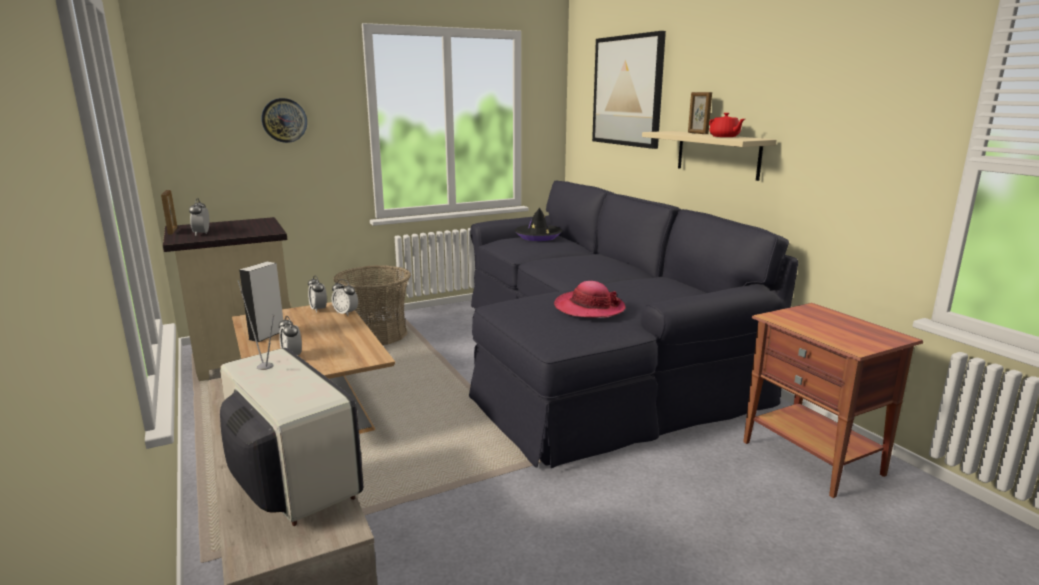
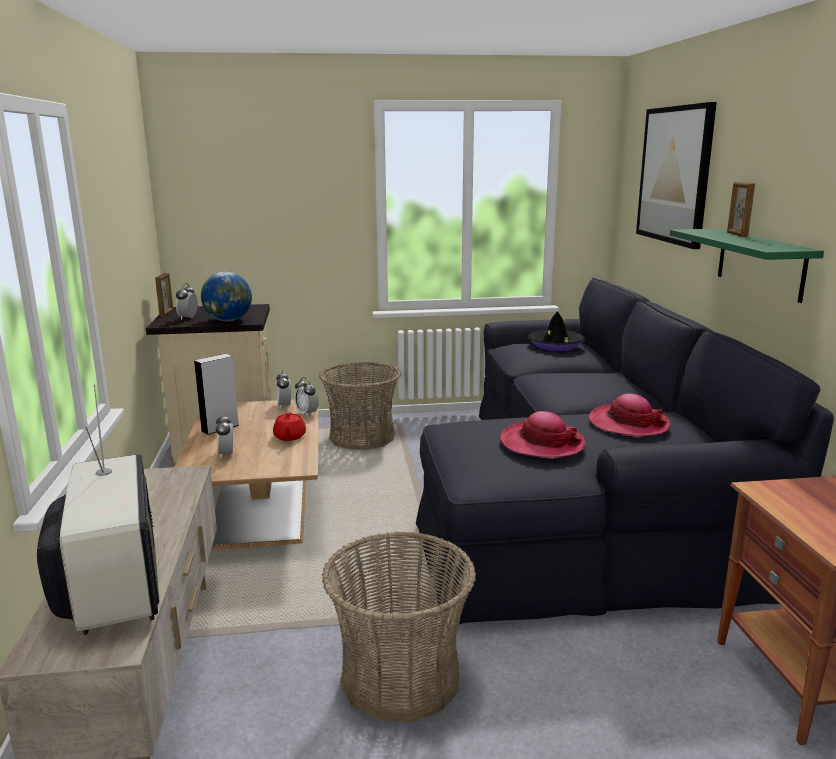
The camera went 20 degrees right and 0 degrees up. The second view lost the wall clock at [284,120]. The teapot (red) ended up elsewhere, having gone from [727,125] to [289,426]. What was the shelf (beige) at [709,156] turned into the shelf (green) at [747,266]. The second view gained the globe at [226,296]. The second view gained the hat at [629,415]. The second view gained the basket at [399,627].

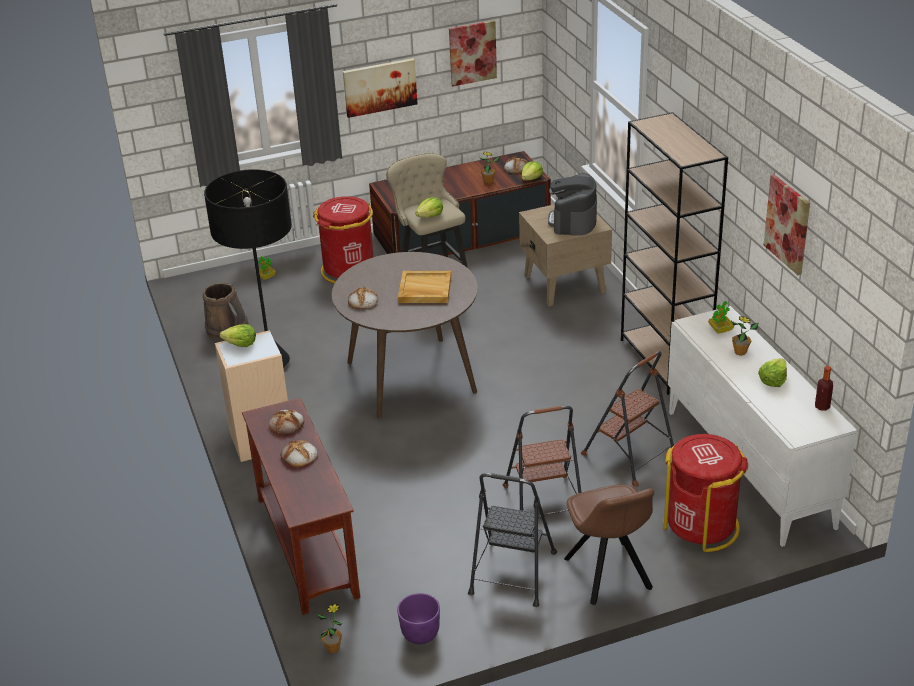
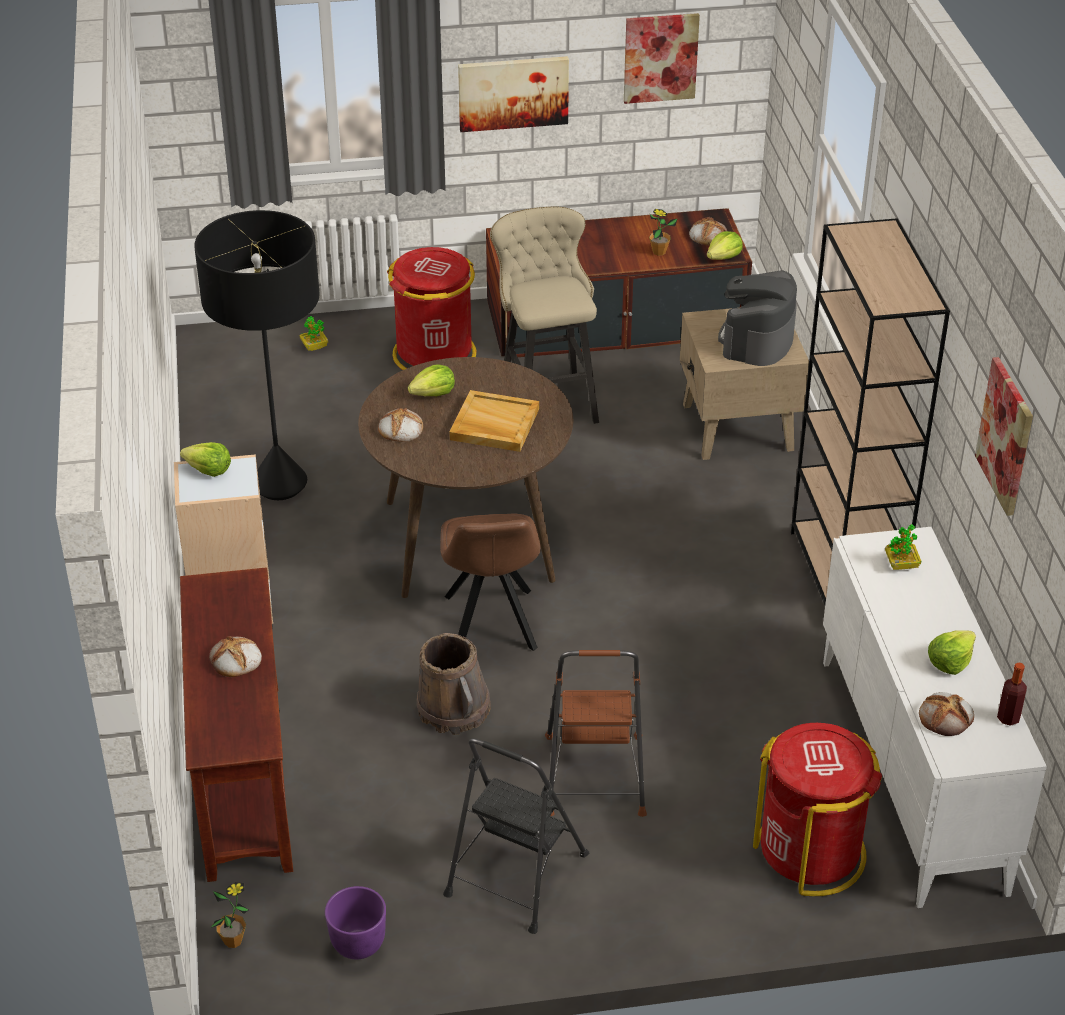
The camera went 10 degrees right and 5 degrees up. The lettuce ended up elsewhere, having gone from [429,207] to [431,380]. The bucket (brown) ended up elsewhere, having gone from [226,312] to [454,684]. The second view lost the potted plant at [744,336]. The second view lost the step ladder (brown) at [627,419]. The bread ended up elsewhere, having gone from [286,422] to [946,714]. The chair (brown) ended up elsewhere, having gone from [609,544] to [490,582].

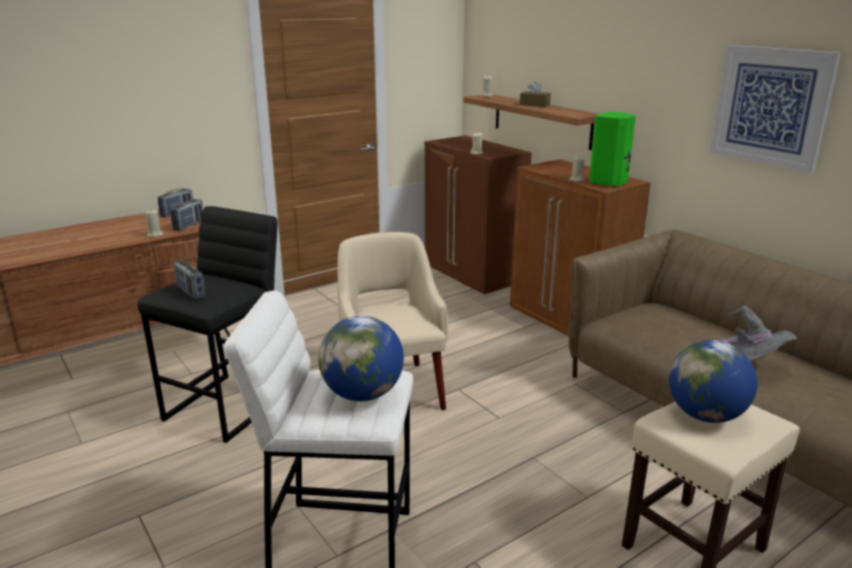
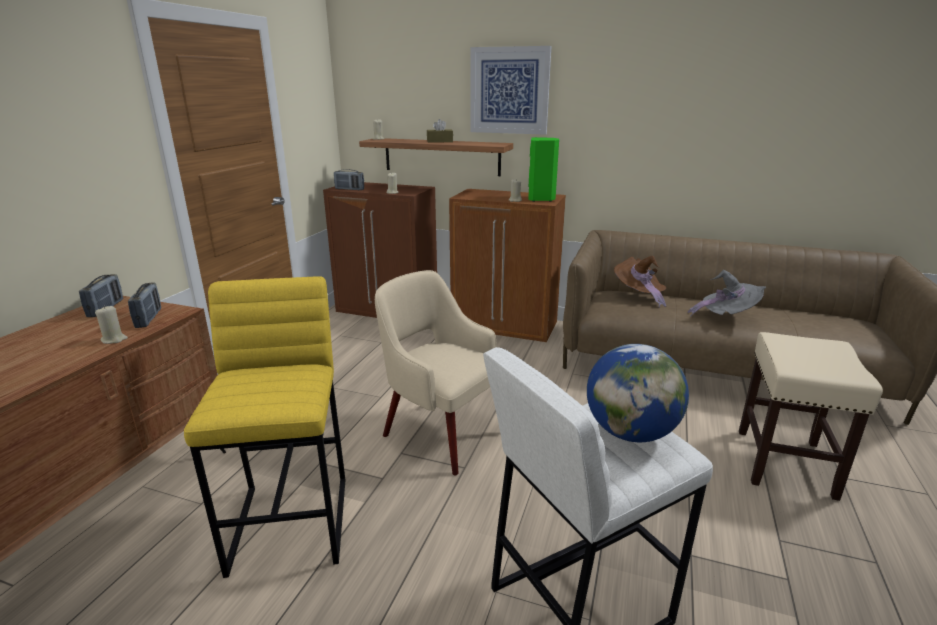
The camera went 35 degrees left and 0 degrees up. The picture ended up elsewhere, having gone from [775,109] to [510,90]. What was the stool (black) at [207,324] turned into the stool (yellow) at [264,427]. The radio ended up elsewhere, having gone from [189,279] to [349,179]. The second view lost the globe at [713,381]. The second view gained the hat (brown) at [640,282].

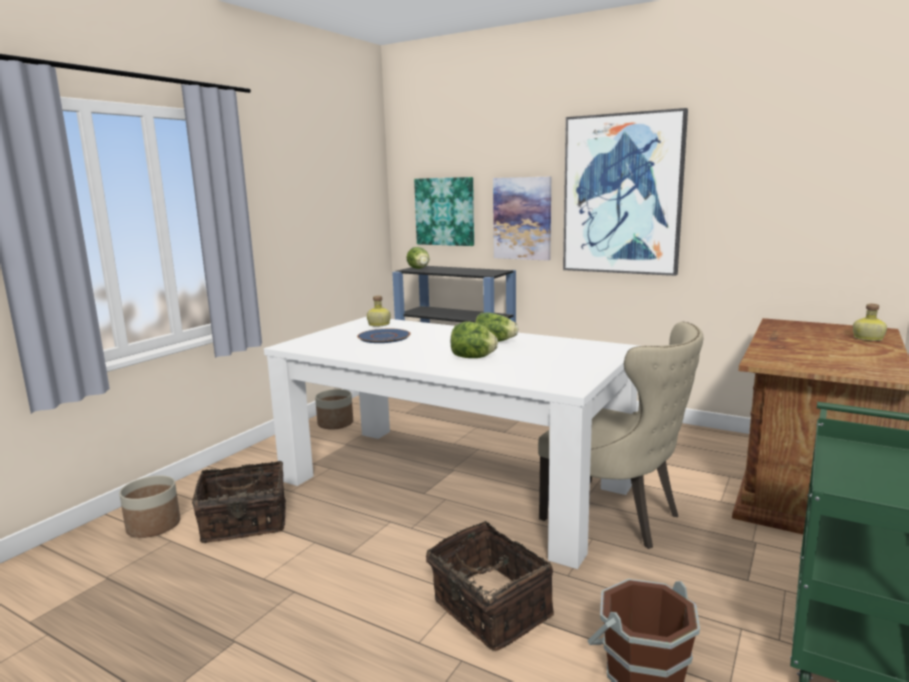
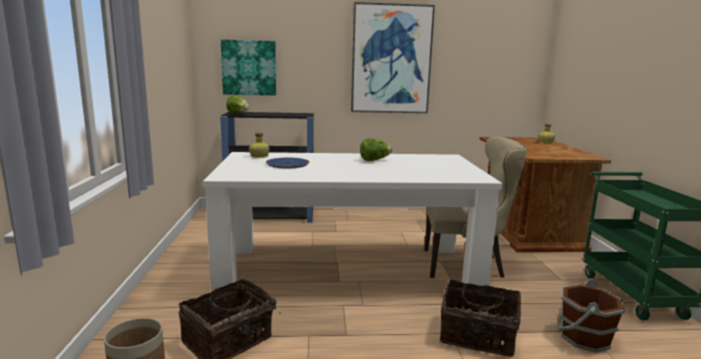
The camera went 35 degrees left and 0 degrees up. The second view lost the picture at [522,218]. The second view lost the lettuce at [474,339]. The second view lost the planter at [334,409].

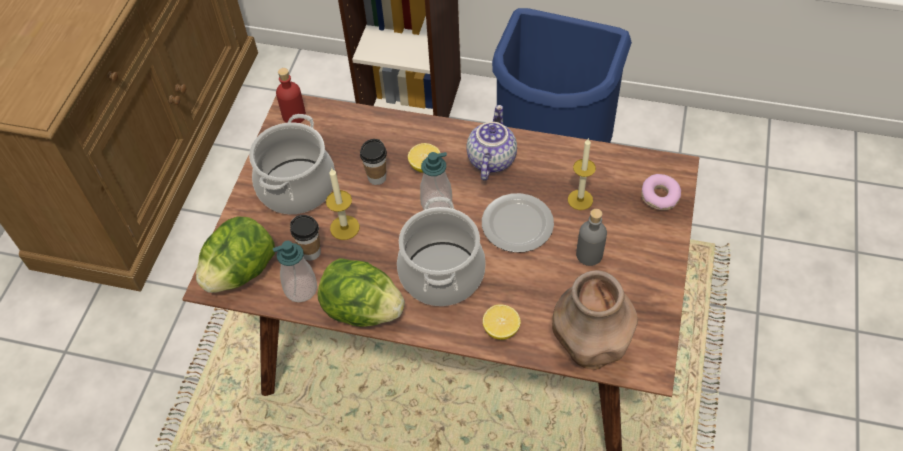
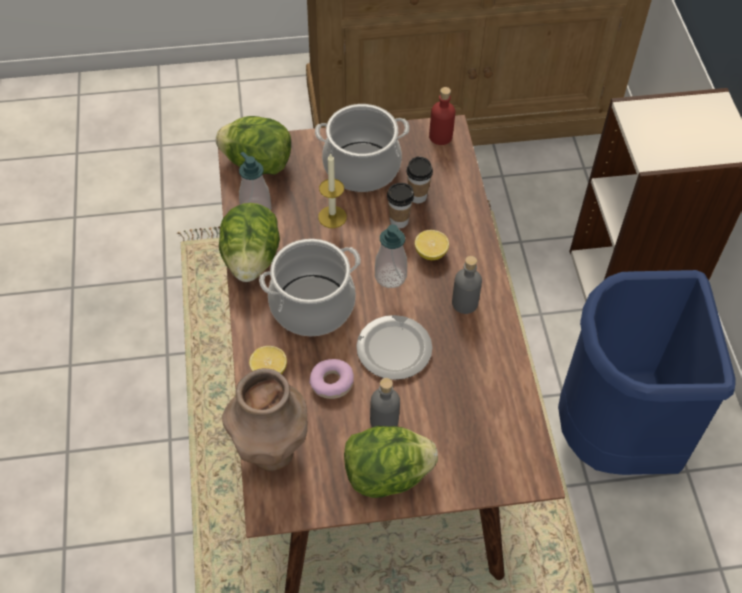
The camera went 65 degrees right and 0 degrees up. Where the teapot stood at [492,142], the bottle (grey) came to stand at [467,285]. The second view lost the candle at [582,174]. The donut ended up elsewhere, having gone from [661,192] to [331,379]. The cup ended up elsewhere, having gone from [305,238] to [419,179]. The second view gained the lettuce at [391,462].

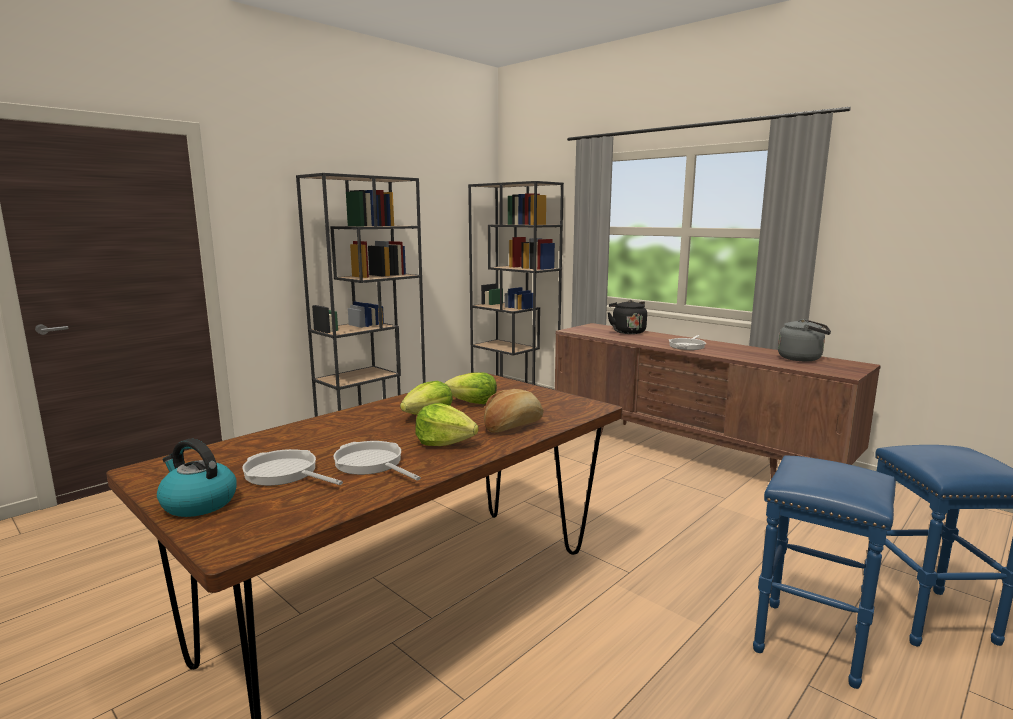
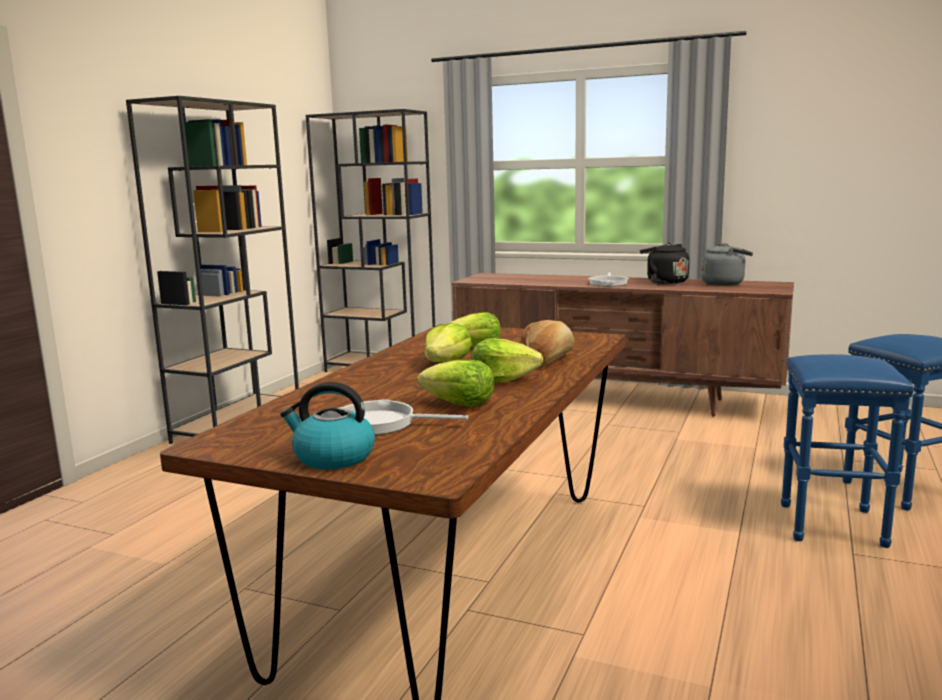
The camera went 20 degrees left and 0 degrees up. The kettle (black) ended up elsewhere, having gone from [627,317] to [664,263]. Where the frying pan stood at [377,461], the lettuce came to stand at [455,383].

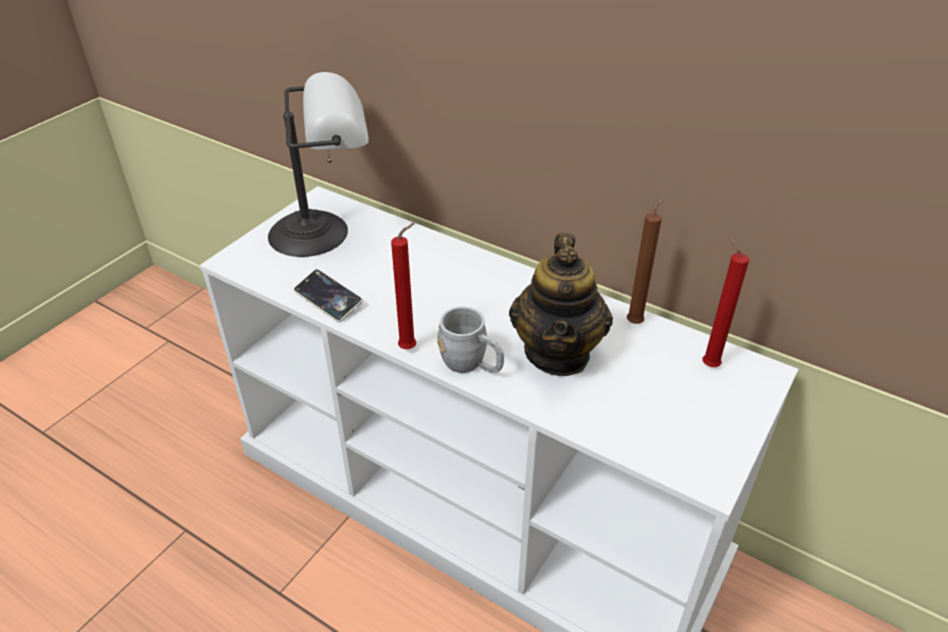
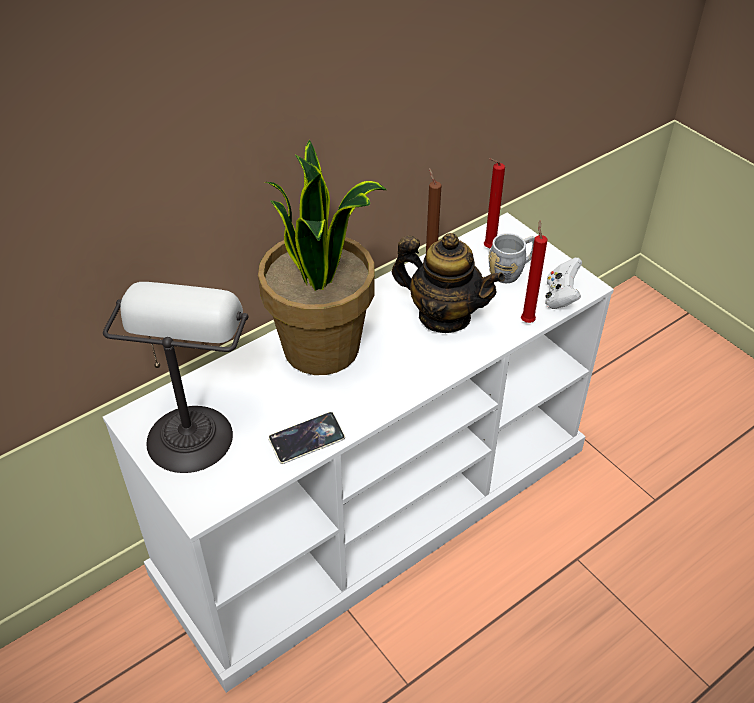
The camera went 70 degrees left and 5 degrees up. The candle (red) ended up elsewhere, having gone from [403,286] to [534,271]. The mug (grey) ended up elsewhere, having gone from [470,339] to [511,258]. The second view gained the potted plant at [322,257]. The second view gained the game controller (white) at [563,283].

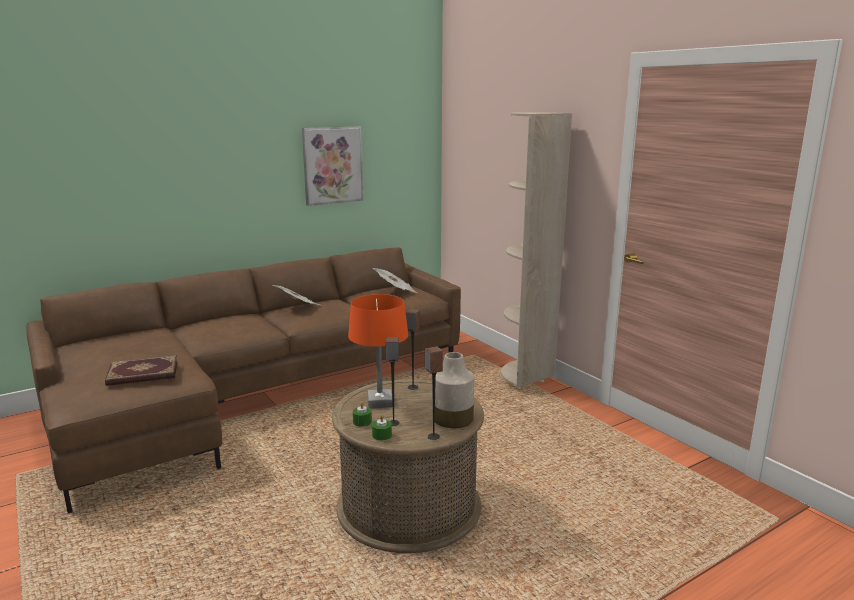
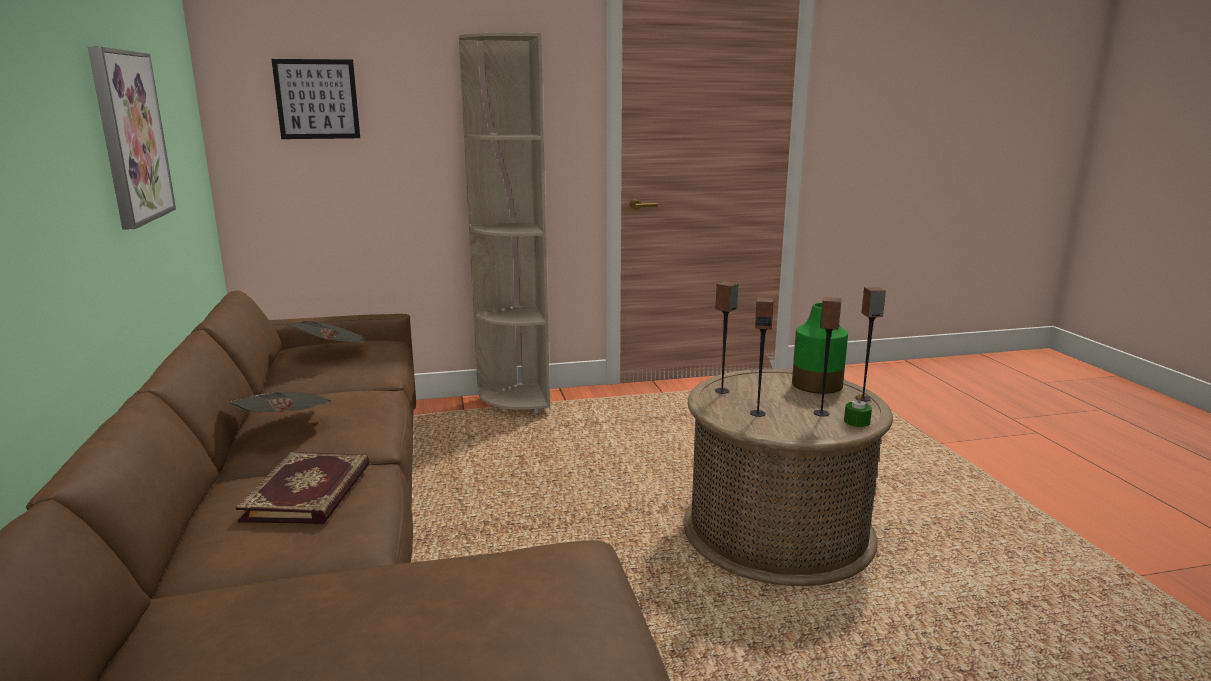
The camera went 70 degrees left and 0 degrees up. Where the table lamp (orange) stood at [378,351], the speaker came to stand at [762,357]. What was the vase (beige) at [454,390] turned into the vase (green) at [820,348]. The book ended up elsewhere, having gone from [141,370] to [303,488]. The second view lost the candle (green) at [362,414]. The second view gained the picture at [315,99].

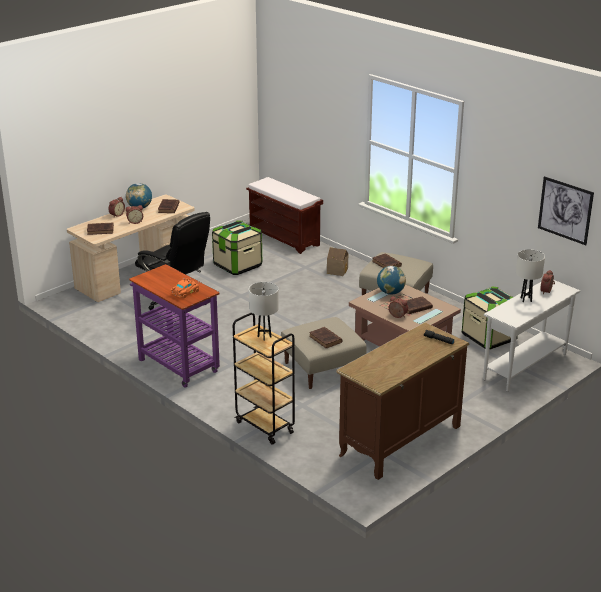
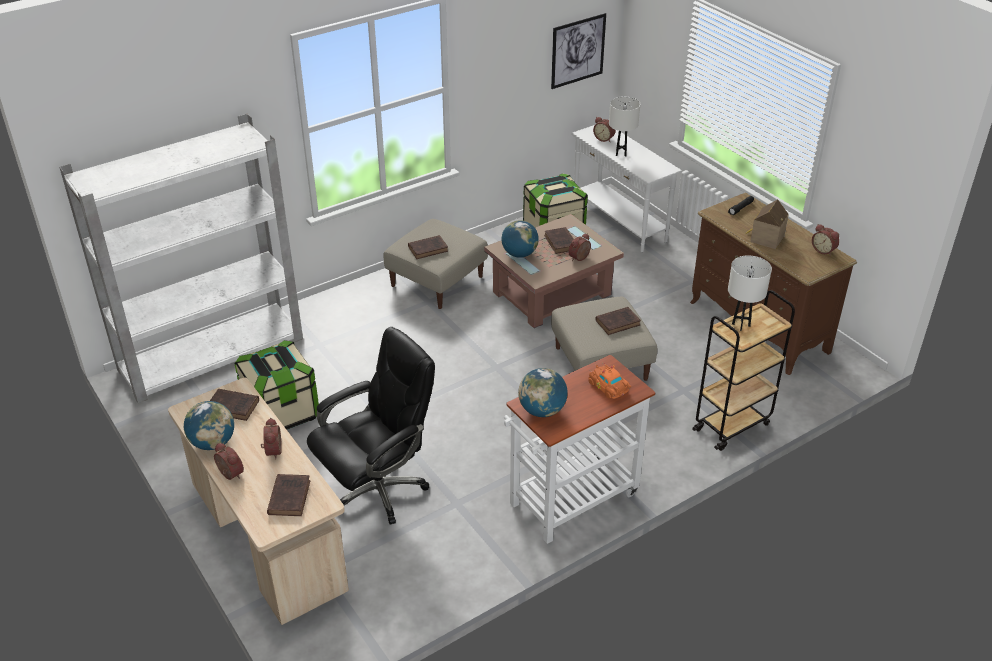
The camera went 80 degrees left and 10 degrees up. Where the bench (brown) stood at [284,215], the bookcase (white) came to stand at [181,258]. The toy house ended up elsewhere, having gone from [337,261] to [767,224]. What was the cart (purple) at [174,326] turned into the cart (white) at [579,449]. The second view gained the alarm clock at [825,240]. The second view gained the globe at [543,392].

